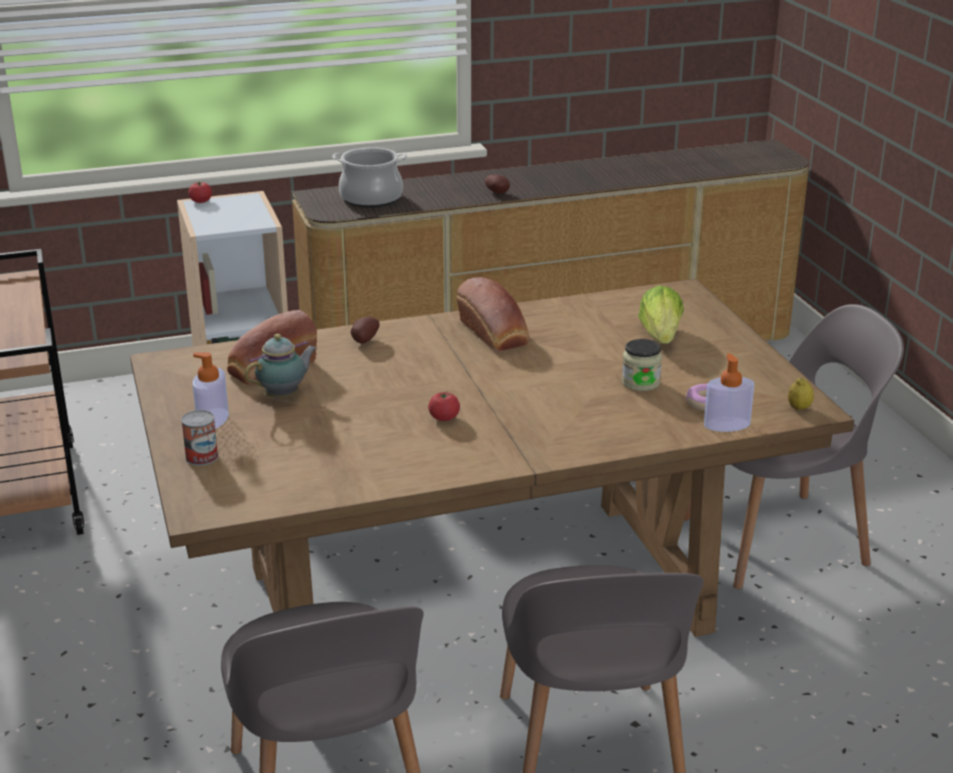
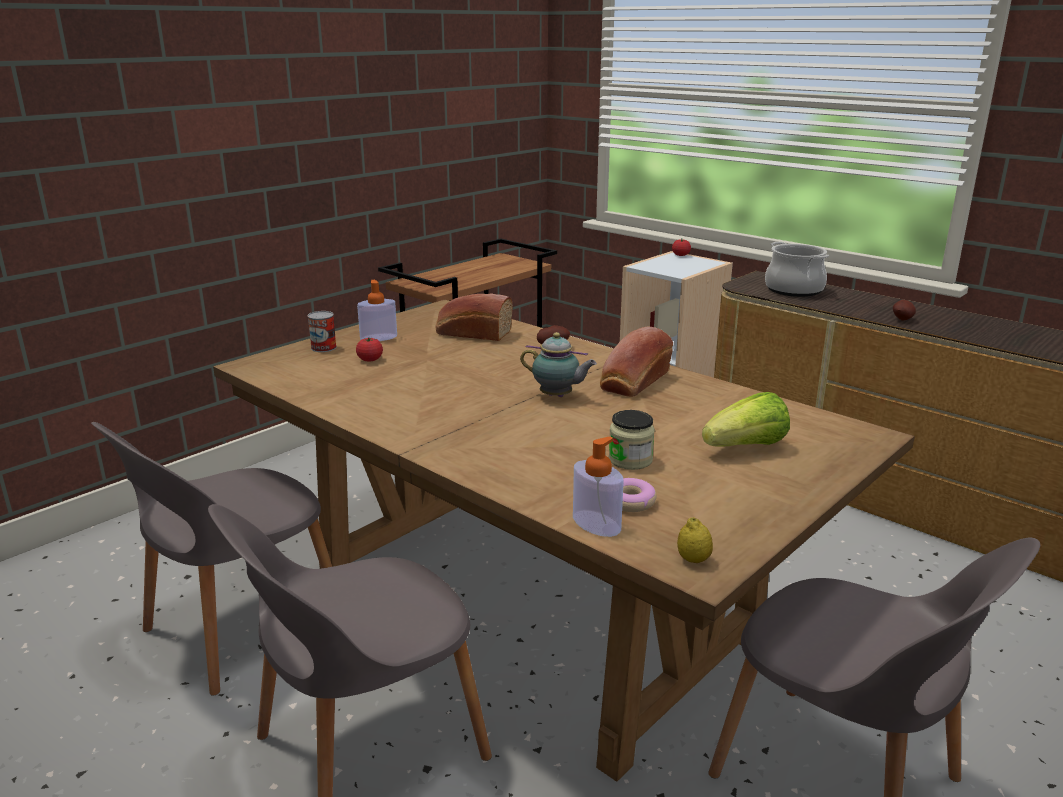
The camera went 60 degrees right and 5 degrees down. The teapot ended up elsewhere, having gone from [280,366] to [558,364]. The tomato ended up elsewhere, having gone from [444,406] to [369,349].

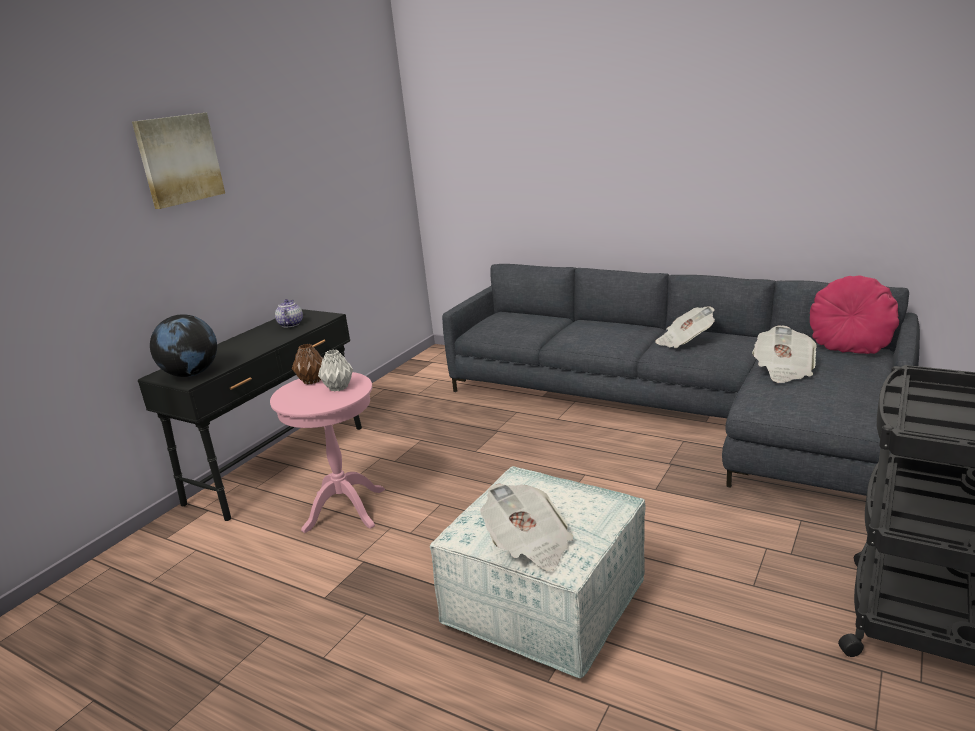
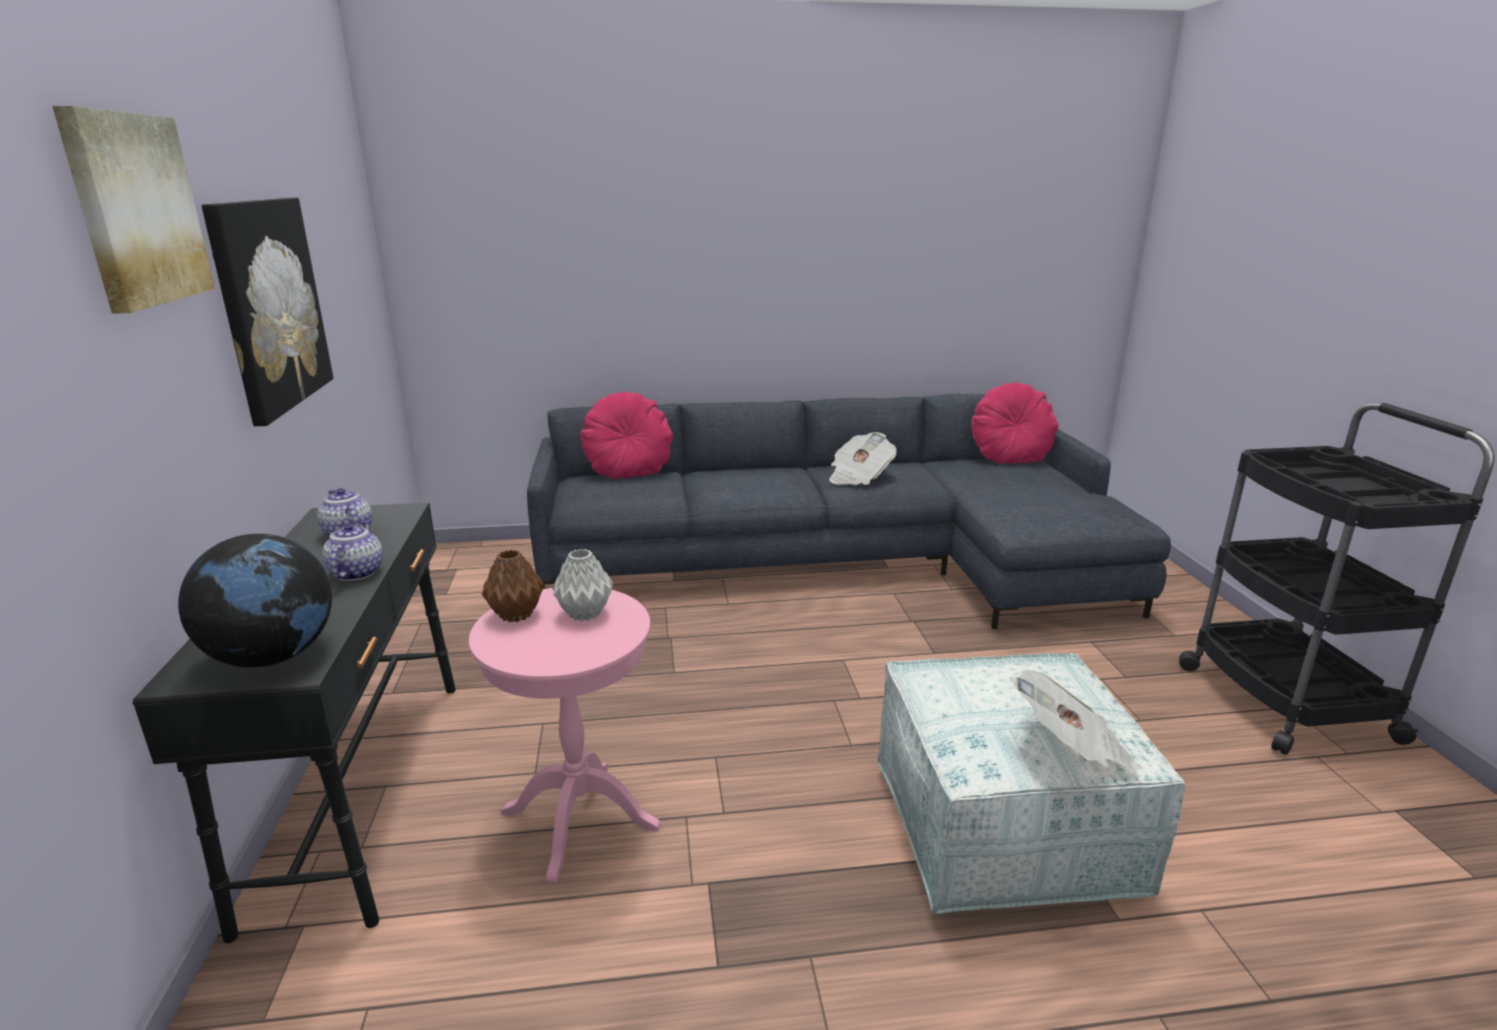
The camera went 40 degrees left and 0 degrees up. The second view lost the newspaper at [784,354]. The second view gained the picture at [267,312]. The second view gained the pillow (pink) at [626,435]. The second view gained the teapot at [352,550].

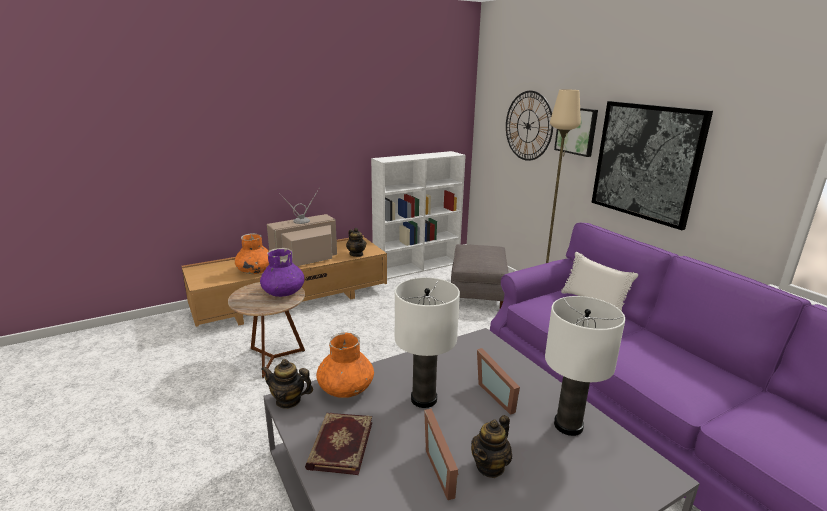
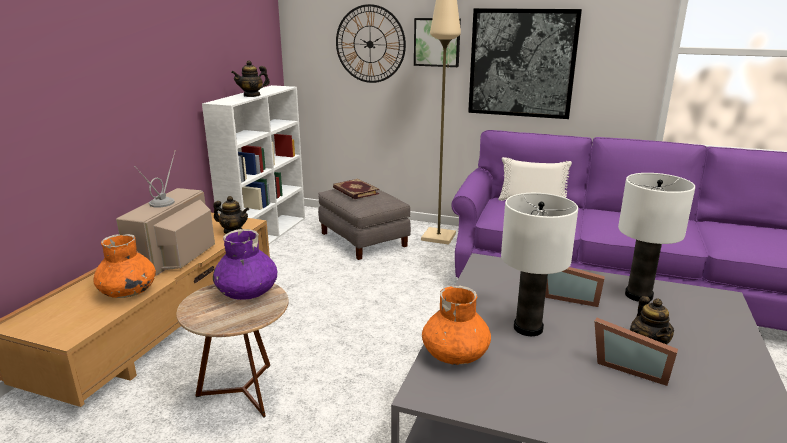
The camera went 40 degrees left and 0 degrees up. The teapot ended up elsewhere, having gone from [287,384] to [250,78]. The book ended up elsewhere, having gone from [338,444] to [356,189].

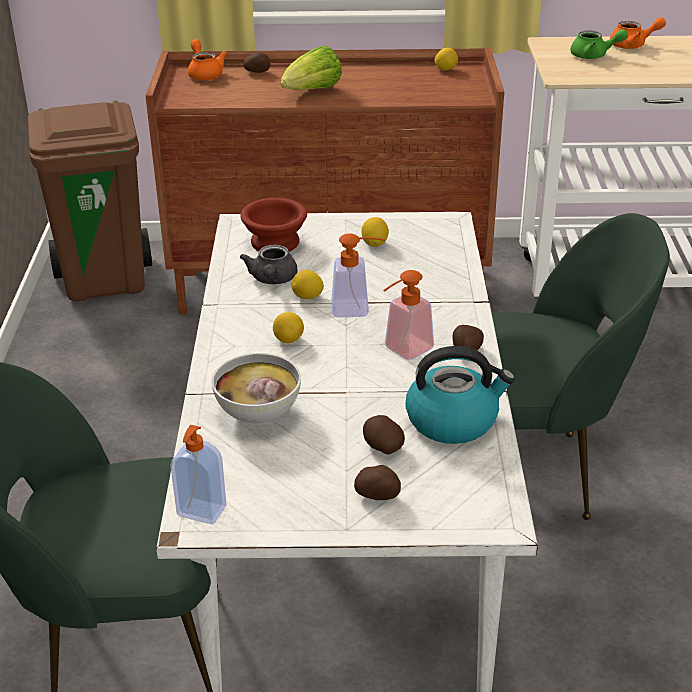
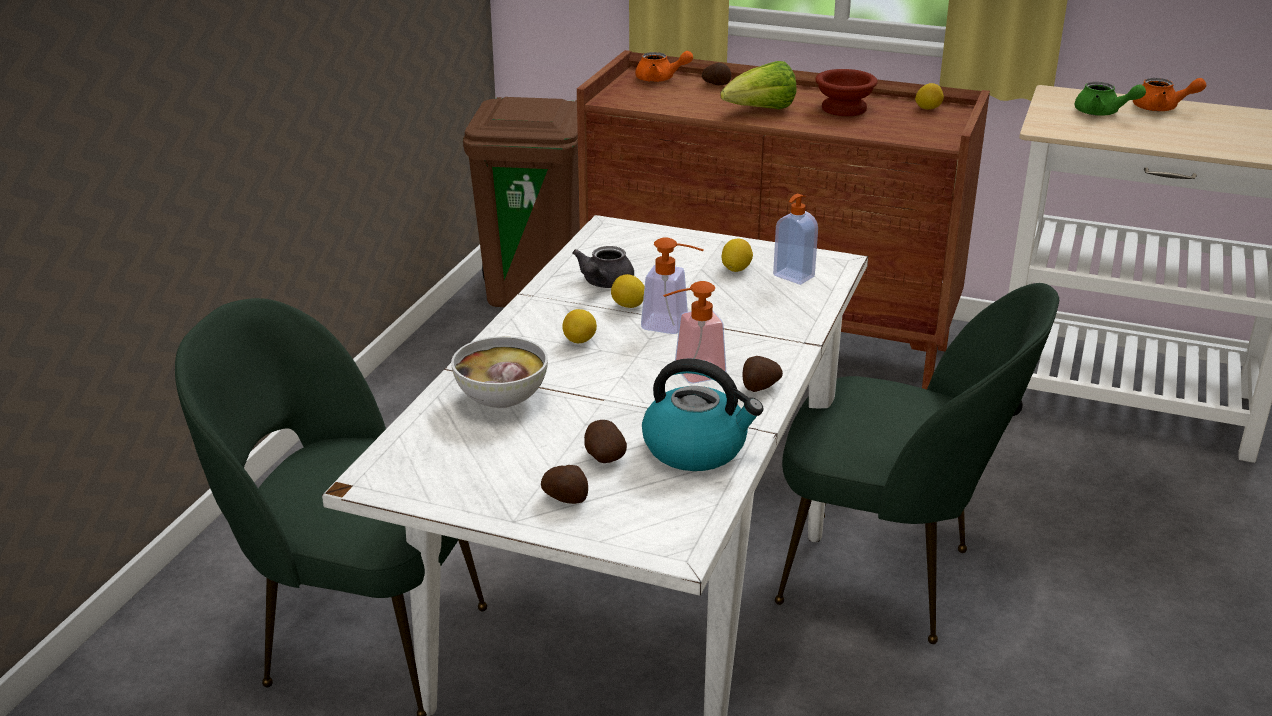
The camera went 20 degrees right and 5 degrees down. The teapot (orange) at [207,59] ended up facing another way, 105 degrees clockwise from before. The bowl (brown) ended up elsewhere, having gone from [273,225] to [846,92]. The soap dispenser ended up elsewhere, having gone from [198,474] to [795,239].

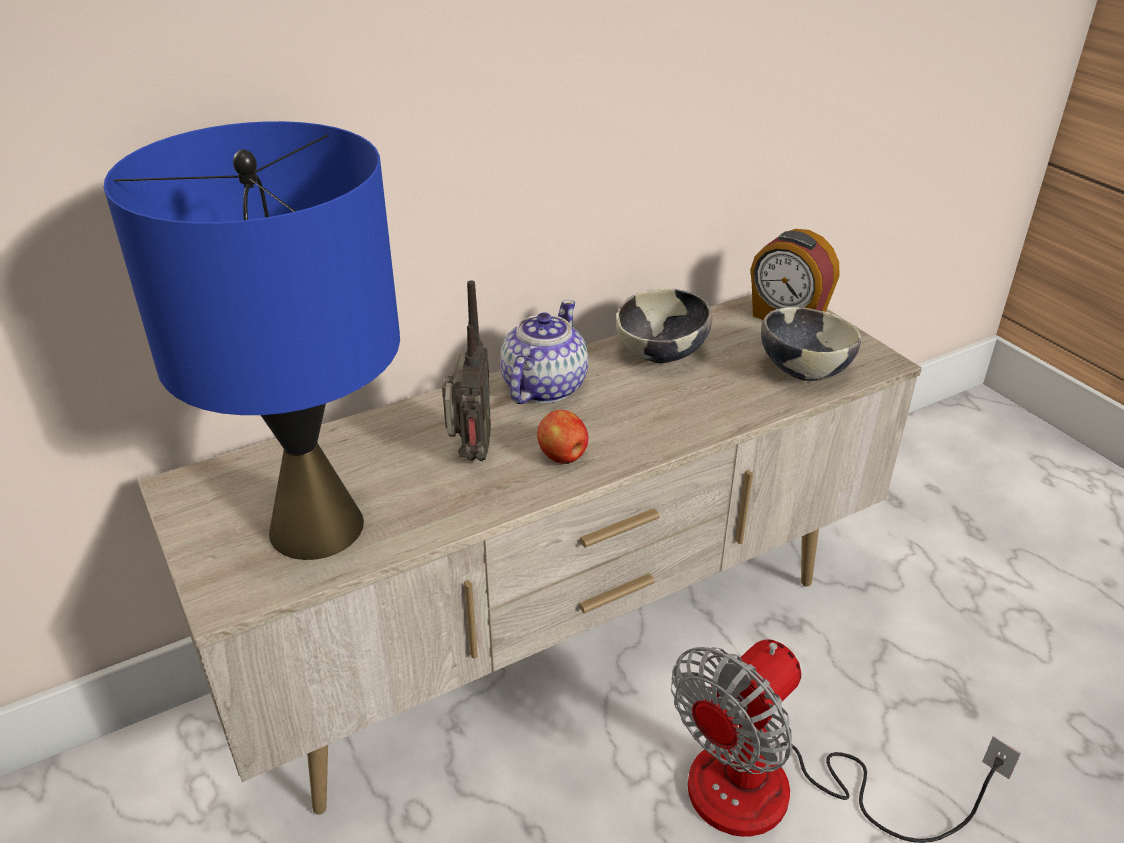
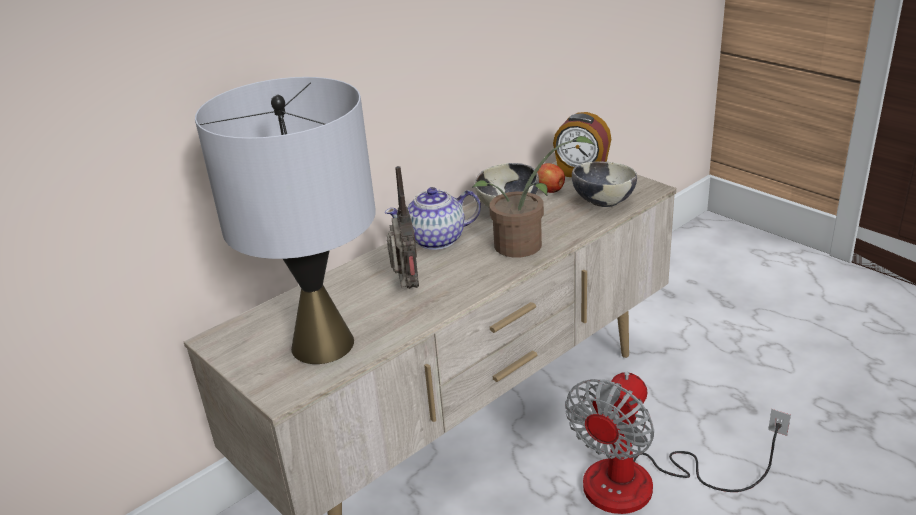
The camera went 10 degrees left and 5 degrees down. What was the table lamp (blue) at [252,340] turned into the table lamp (grey) at [285,220]. The teapot at [544,352] ended up facing another way, 120 degrees counterclockwise from before. The apple ended up elsewhere, having gone from [562,437] to [551,178]. The second view gained the potted plant at [533,196].

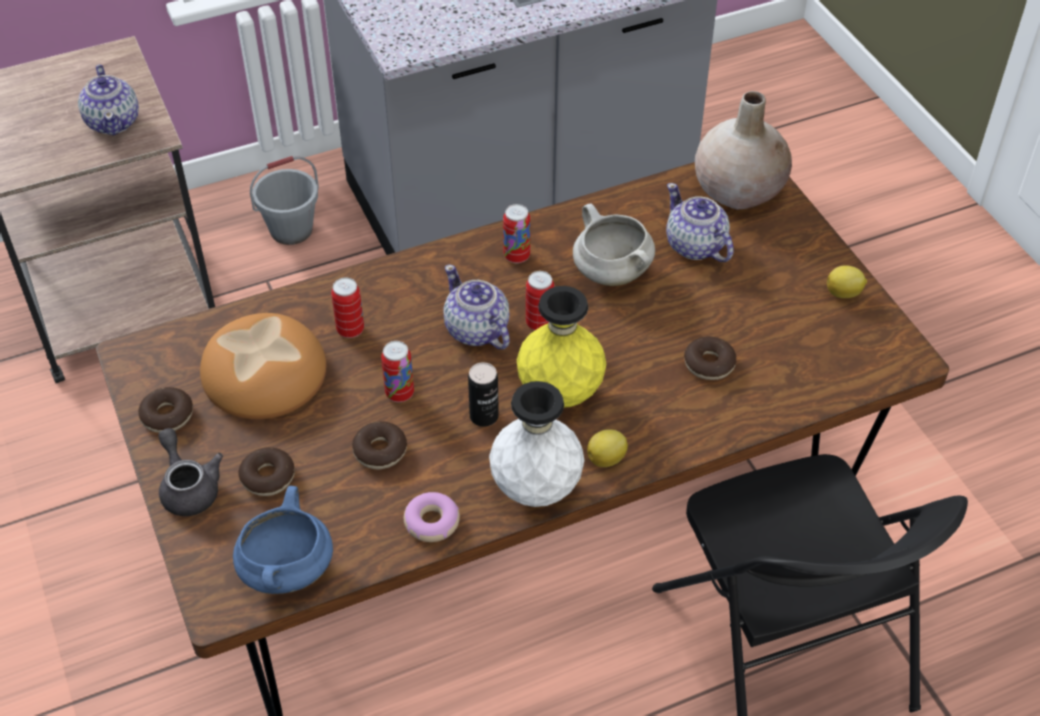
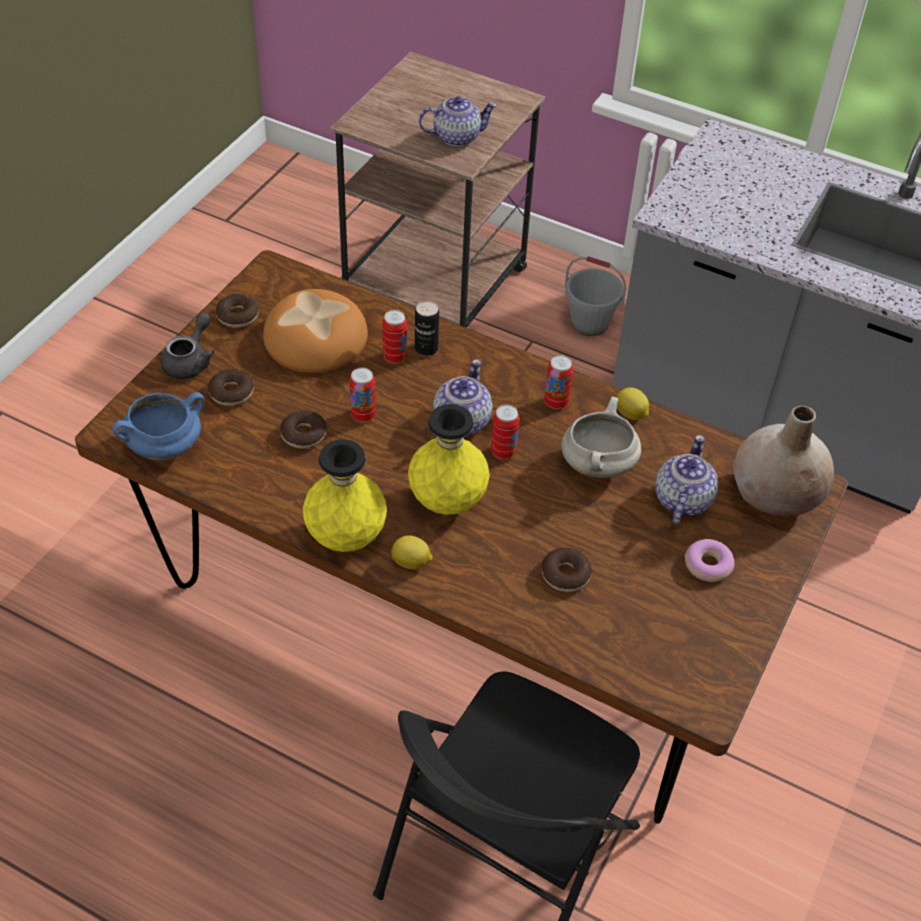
The camera went 50 degrees right and 0 degrees up. The teapot at [108,100] ended up facing another way, 135 degrees counterclockwise from before. The lemon ended up elsewhere, having gone from [847,281] to [632,403]. The can ended up elsewhere, having gone from [483,395] to [427,328]. What was the vase (white) at [536,444] turned into the vase (yellow) at [345,495]. The donut ended up elsewhere, having gone from [432,517] to [709,560].

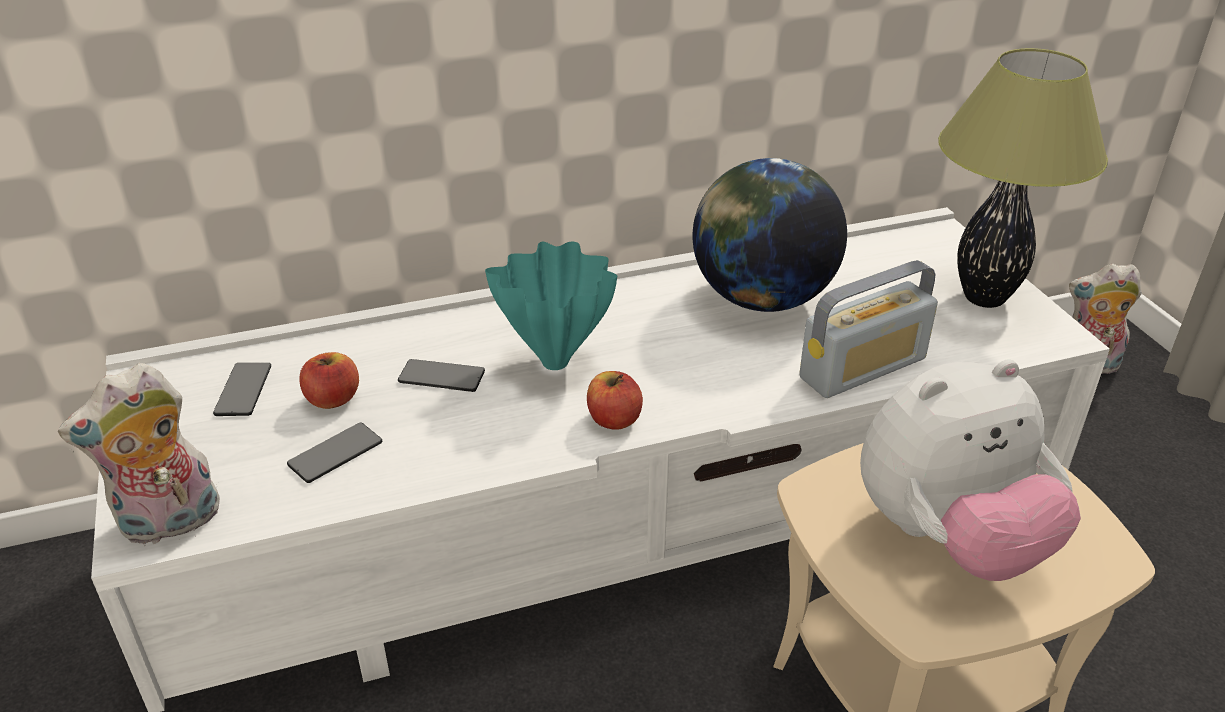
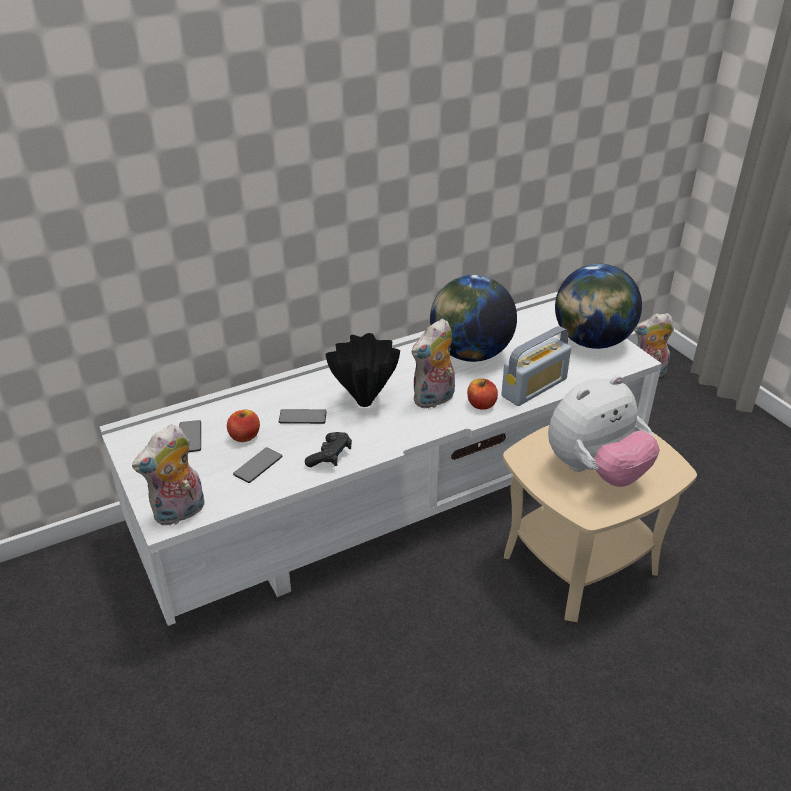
The camera went 10 degrees left and 0 degrees up. Where the table lamp stood at [1023,178], the globe came to stand at [598,306]. What was the vase (turquoise) at [551,306] turned into the vase (black) at [363,370]. The apple ended up elsewhere, having gone from [615,400] to [482,394]. The second view gained the plush toy at [433,363]. The second view gained the game controller (black) at [328,449].

